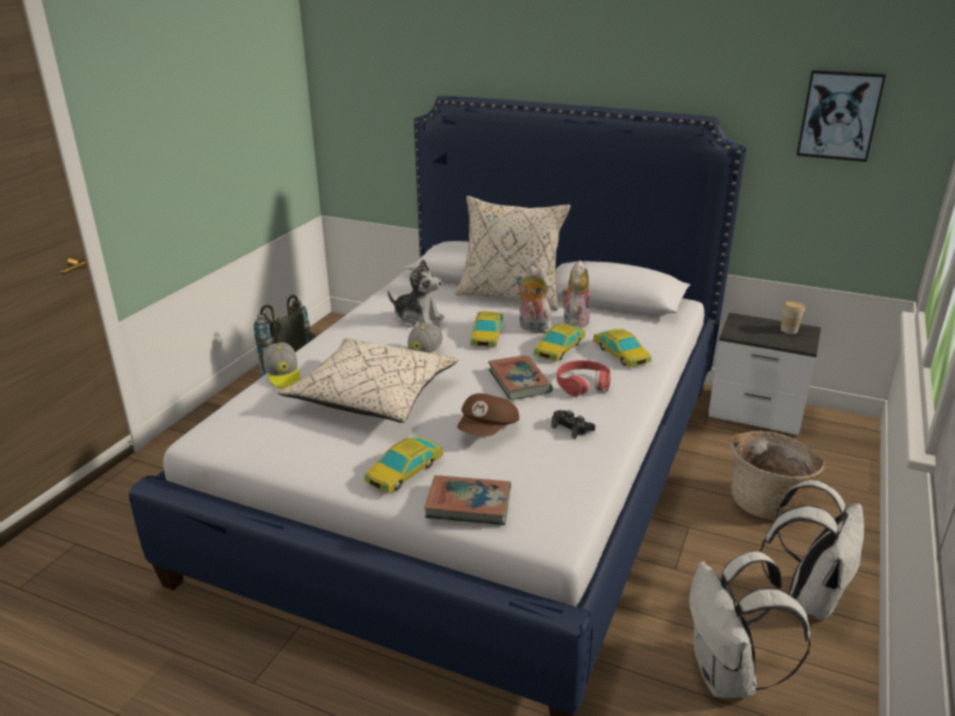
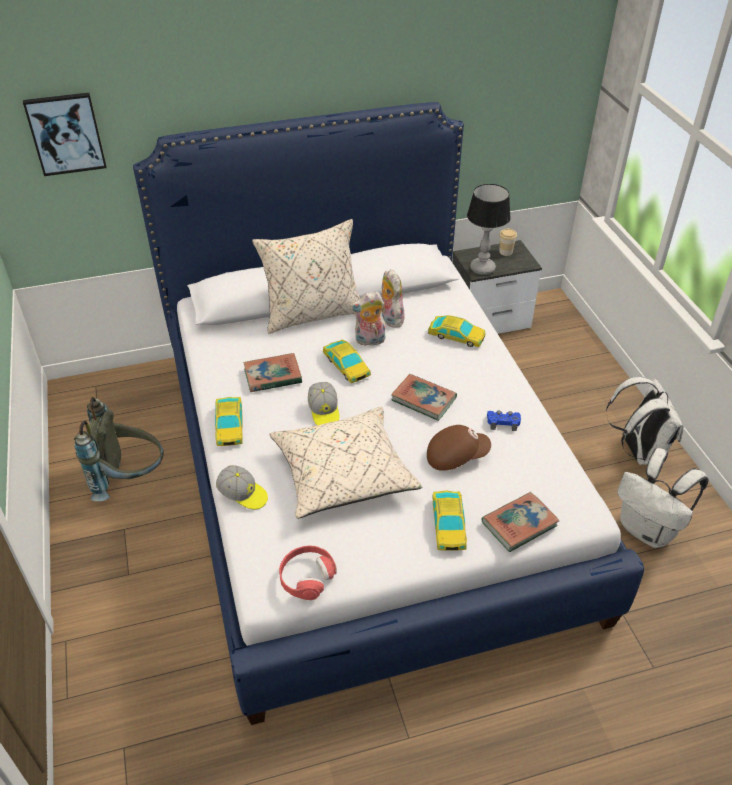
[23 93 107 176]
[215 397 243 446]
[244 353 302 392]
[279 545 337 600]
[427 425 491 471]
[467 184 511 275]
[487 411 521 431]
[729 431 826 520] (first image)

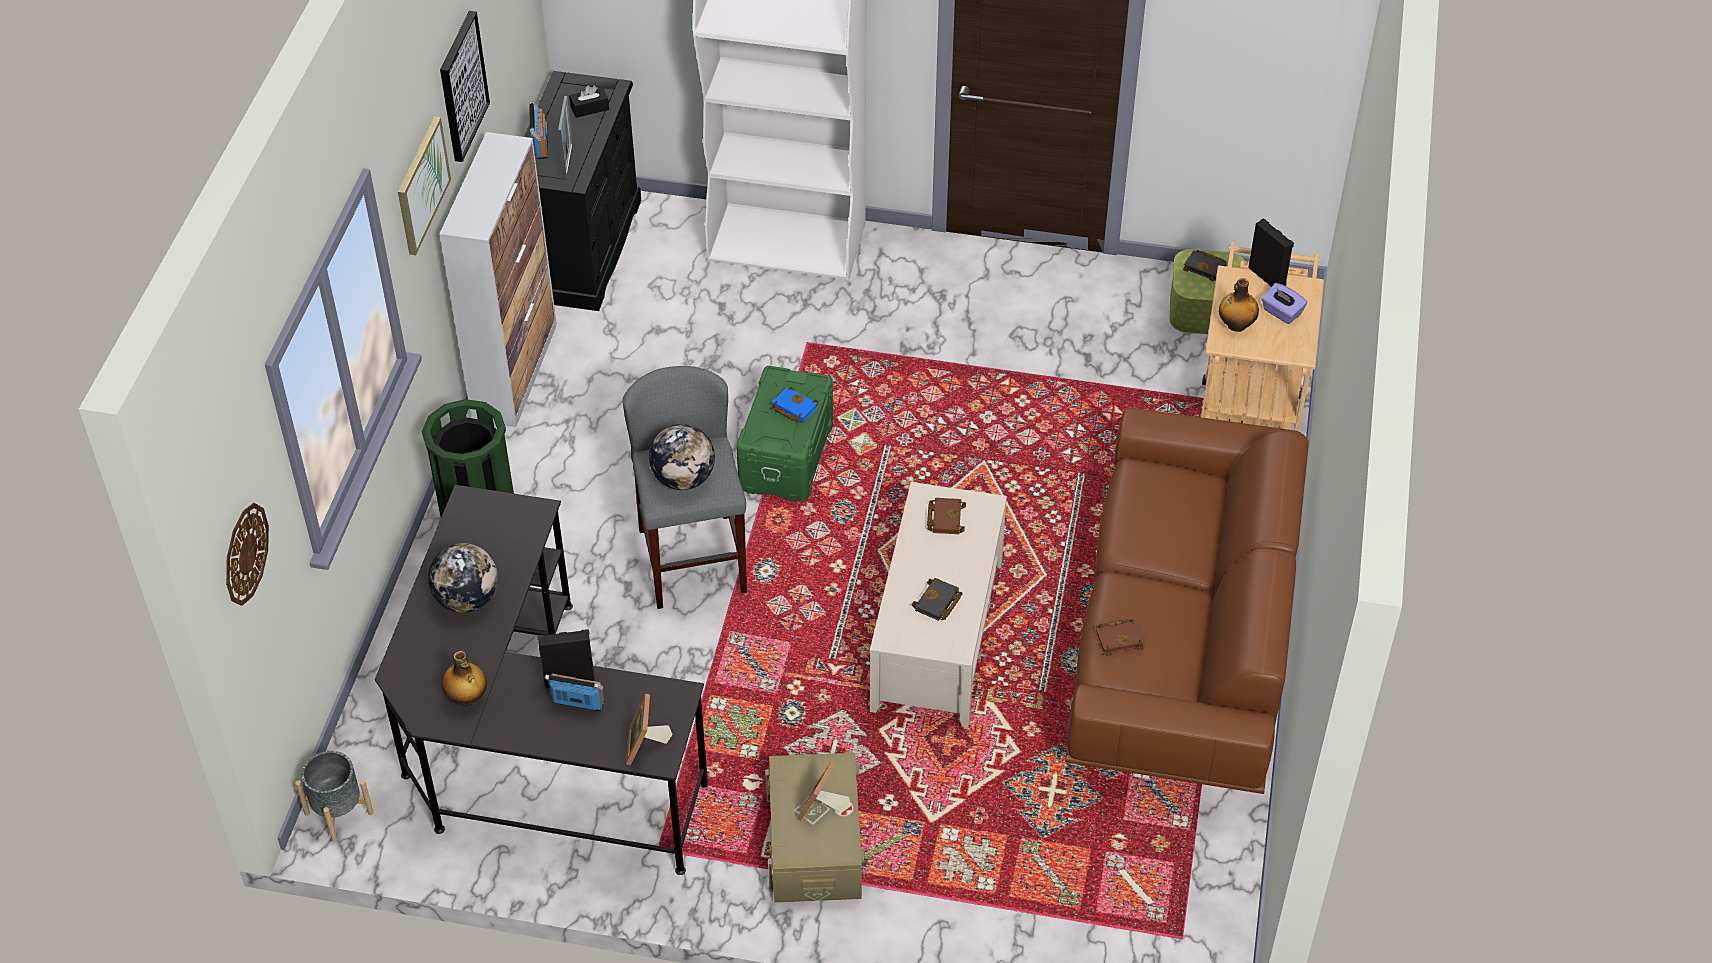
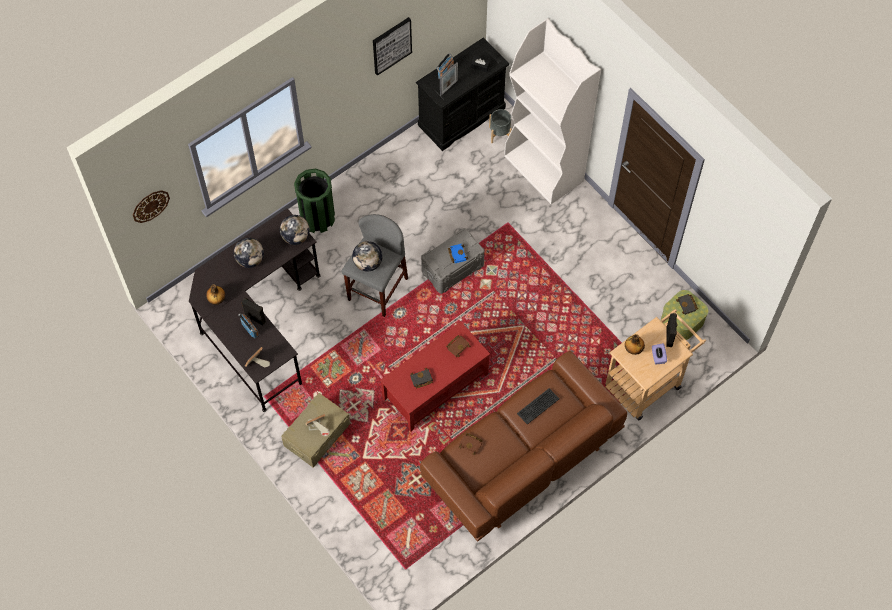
[280 215 310 245]
[380 322 490 432]
[421 228 484 294]
[489 109 512 143]
[517 388 559 424]
[398 116 451 255] (first image)
[440 132 557 427] (first image)

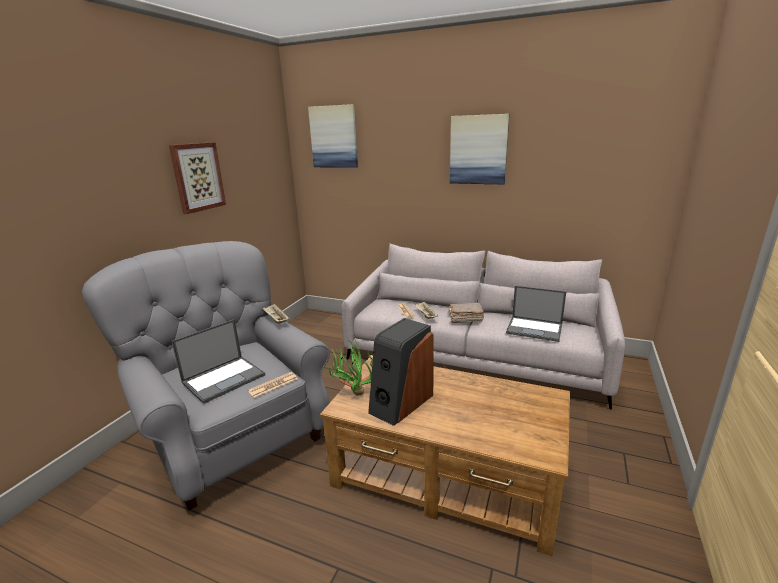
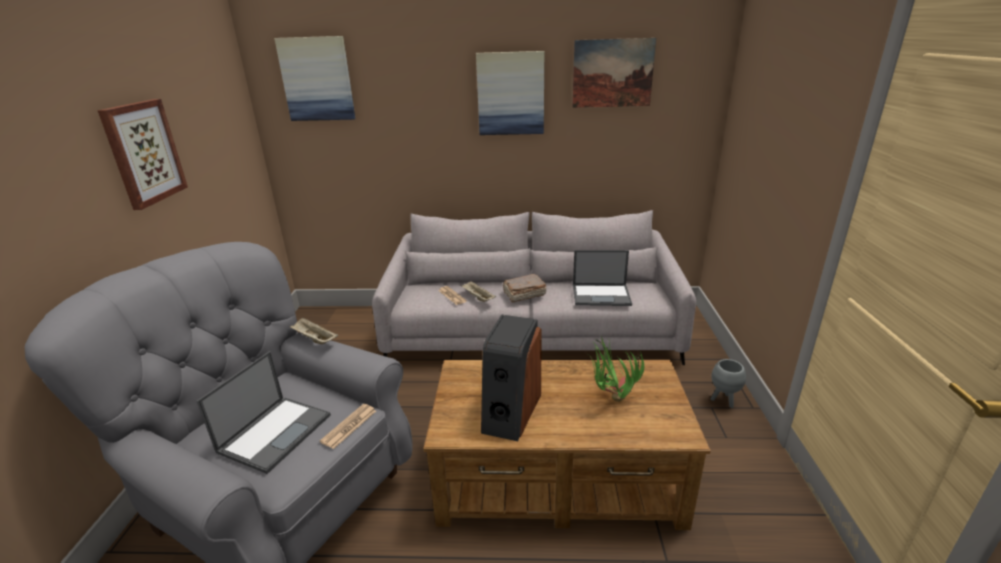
[572 38 656 108]
[588 336 644 402]
[711 359 746 408]

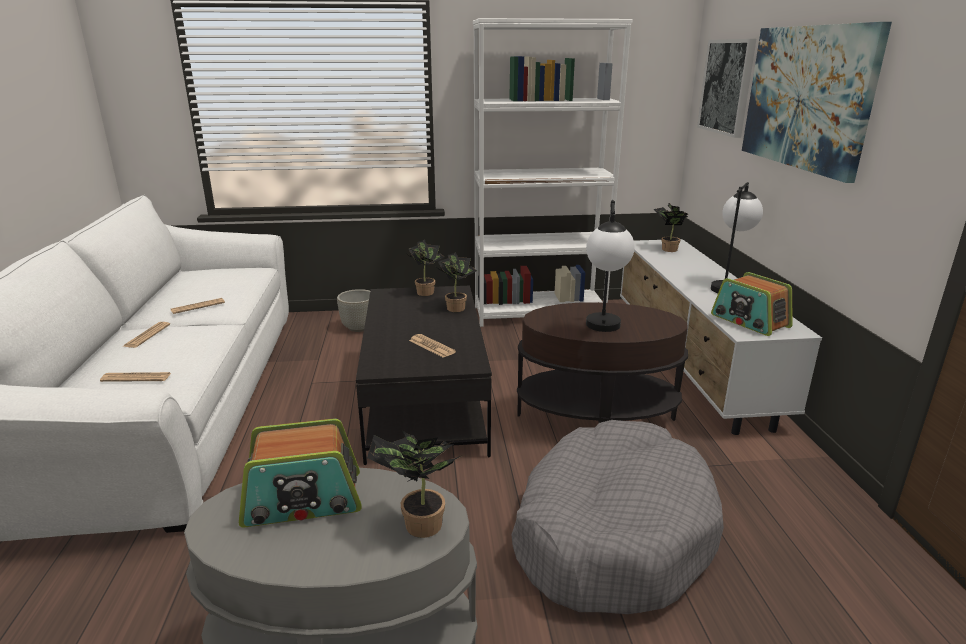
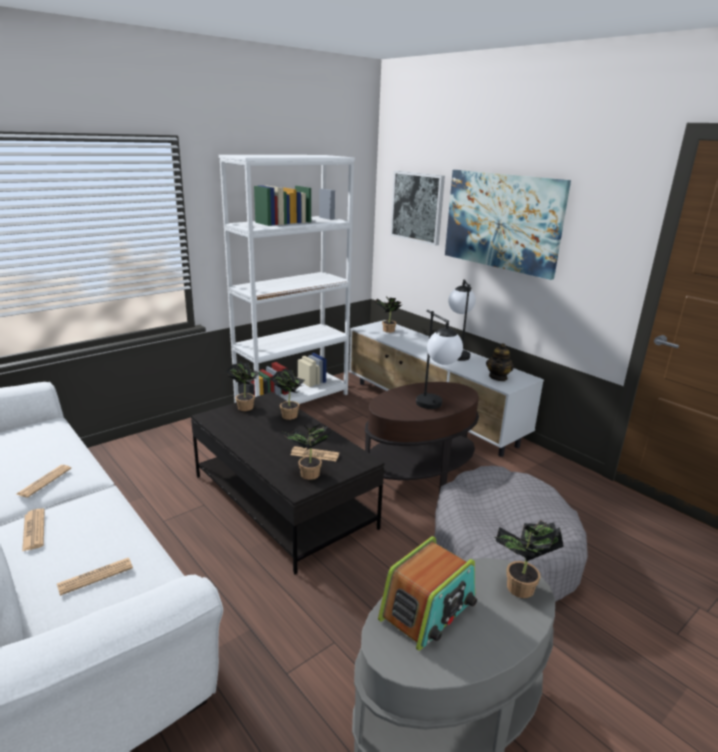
[283 424 333 480]
[486 343 514 381]
[337 289 370 332] (first image)

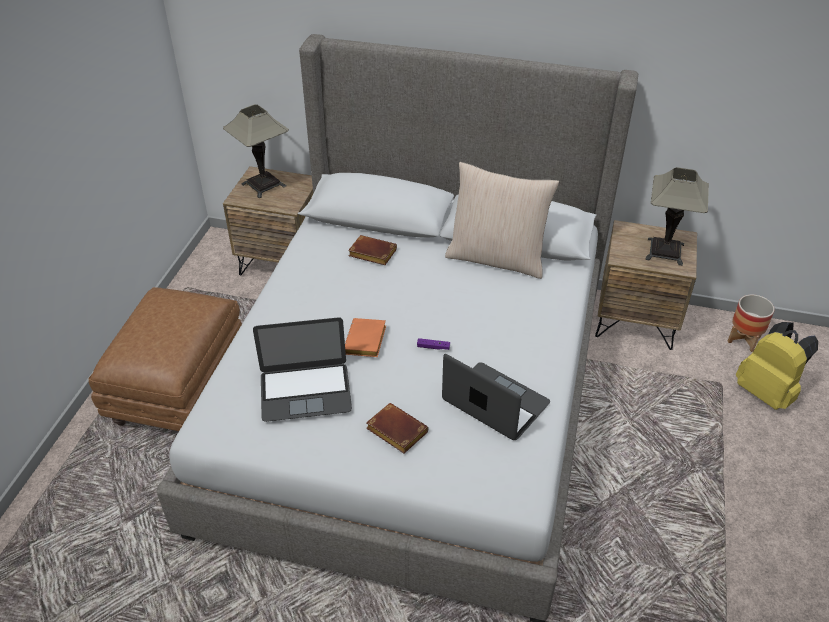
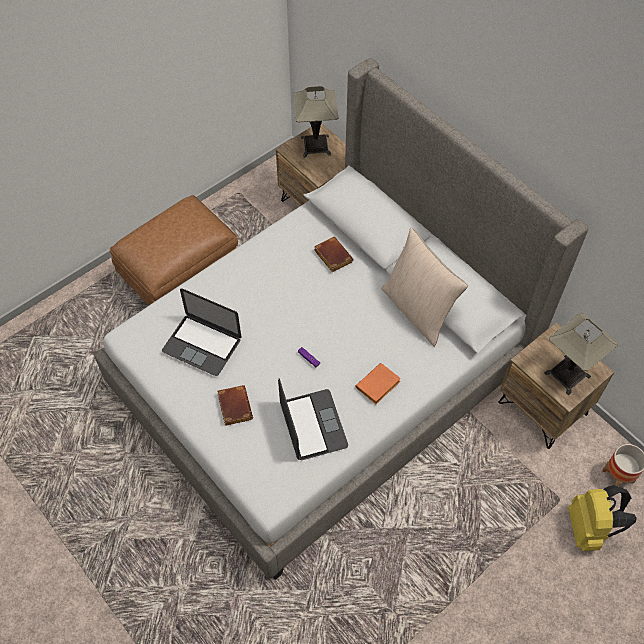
[356 363 401 404]

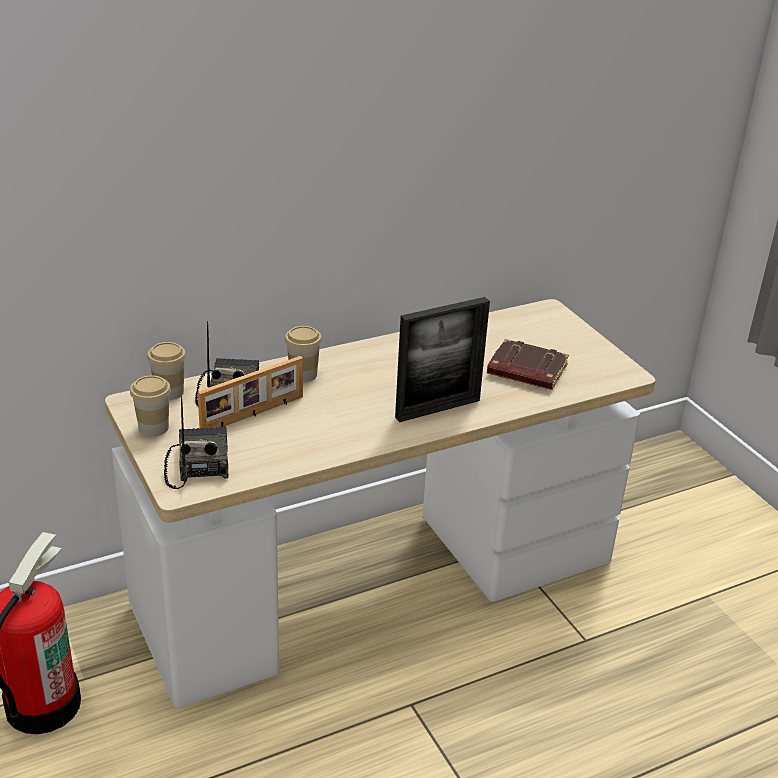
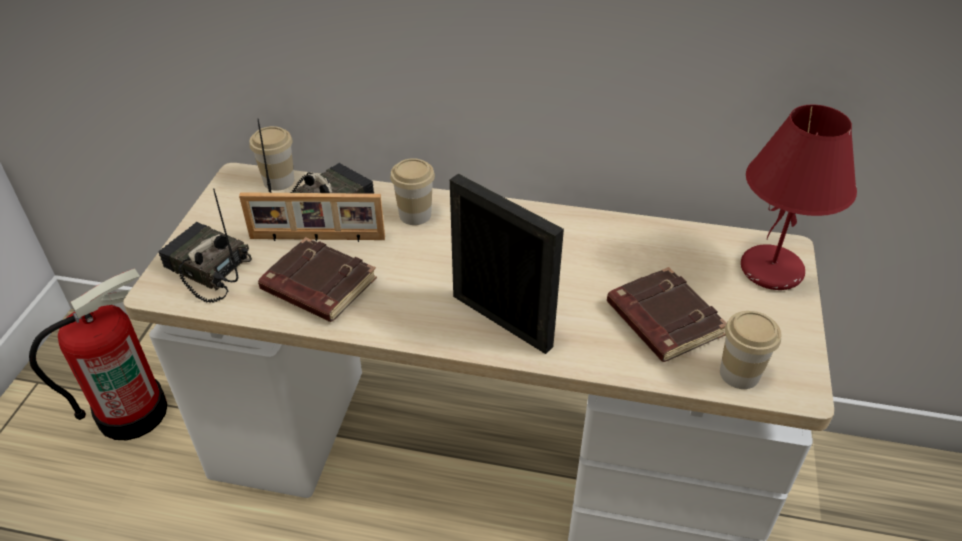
[158 188 252 303]
[258 237 377 322]
[450 174 564 354]
[720 311 781 389]
[741 105 857 290]

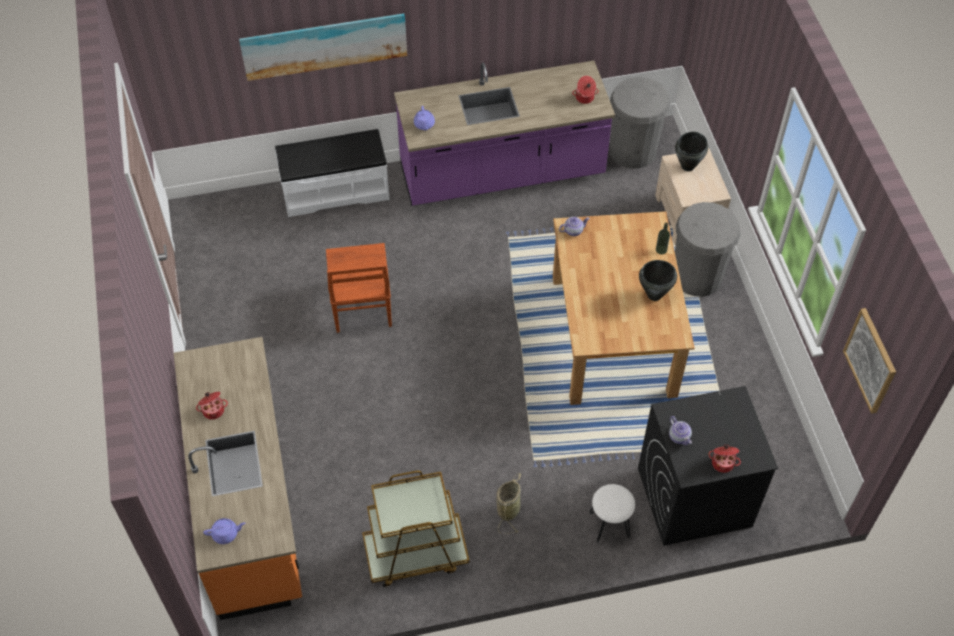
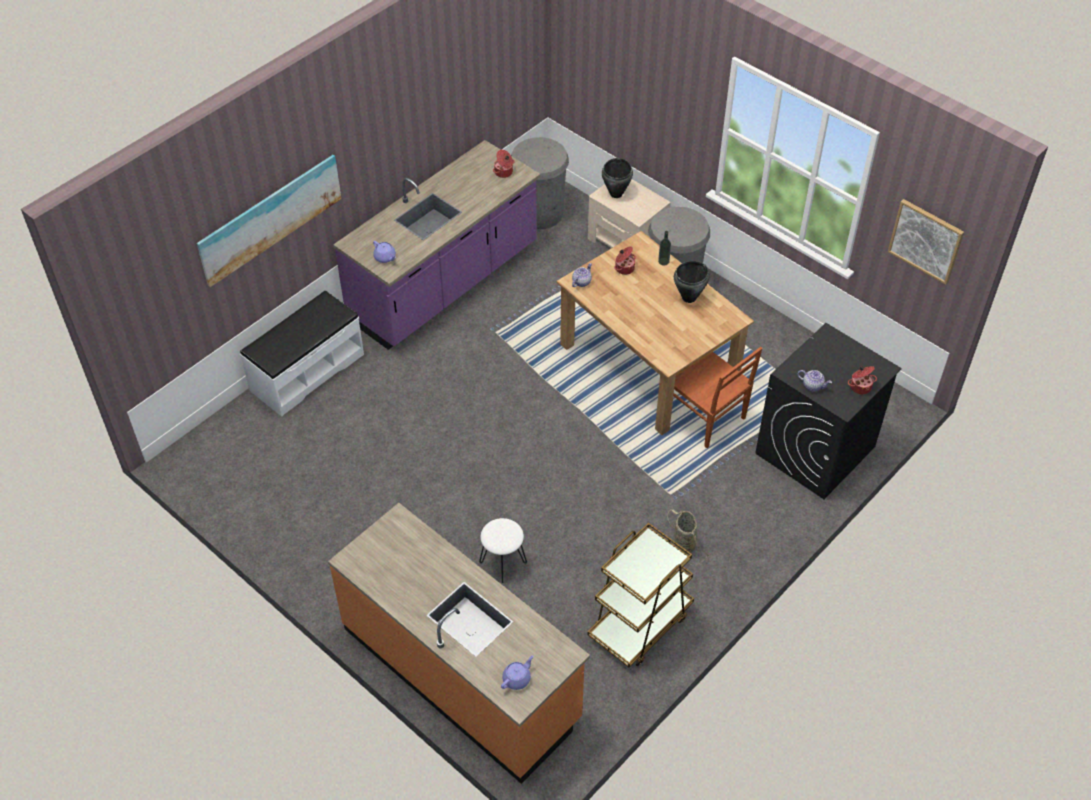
[479 518 527 584]
[614 246 636 275]
[673 347 762 448]

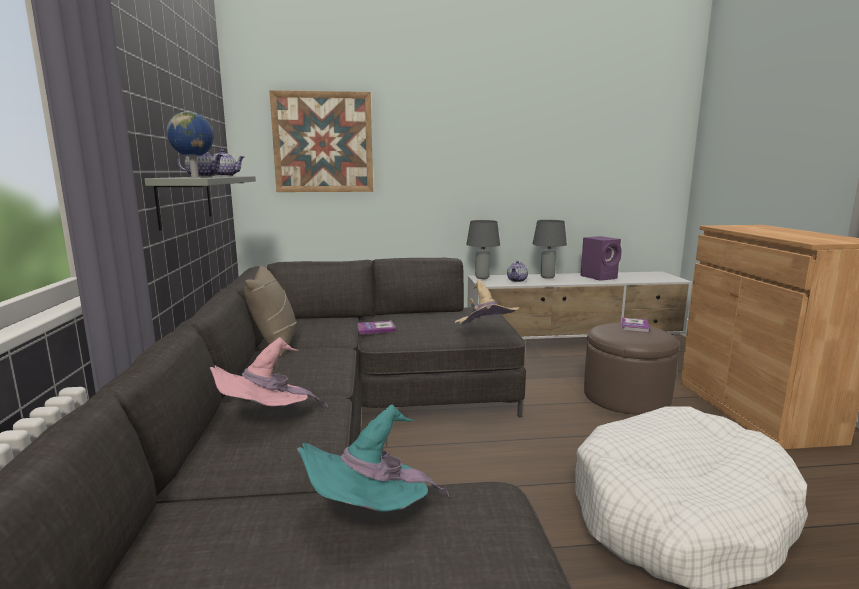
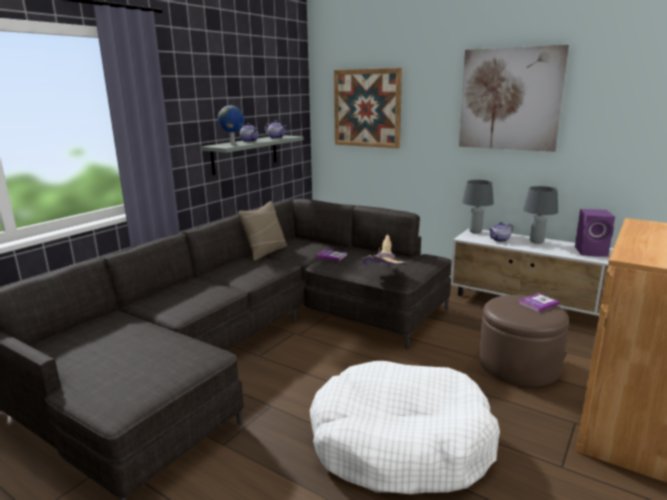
[459 45 569 152]
[210 337 328 408] (first image)
[297 404 450 512] (first image)

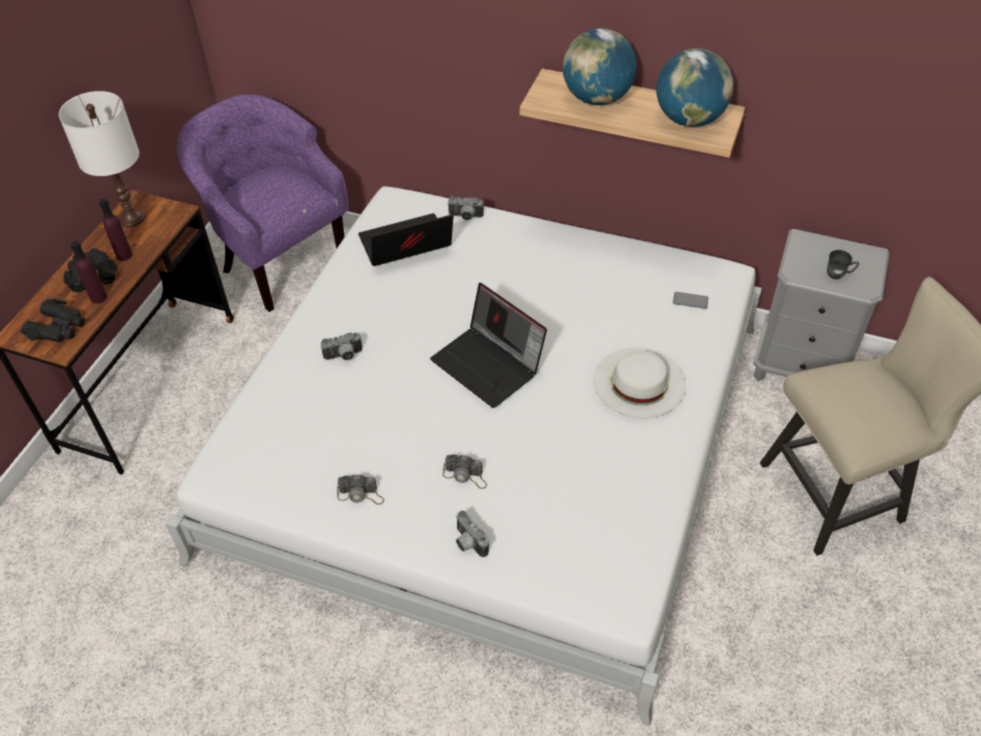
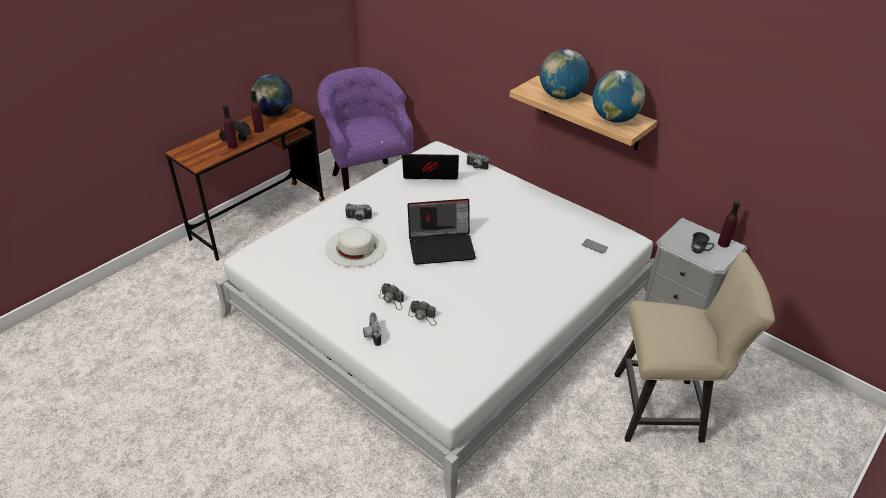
[251 74 293 117]
[326 227 387 267]
[408 199 476 265]
[408 301 437 326]
[718 201 740 248]
[20 299 85 342] (first image)

